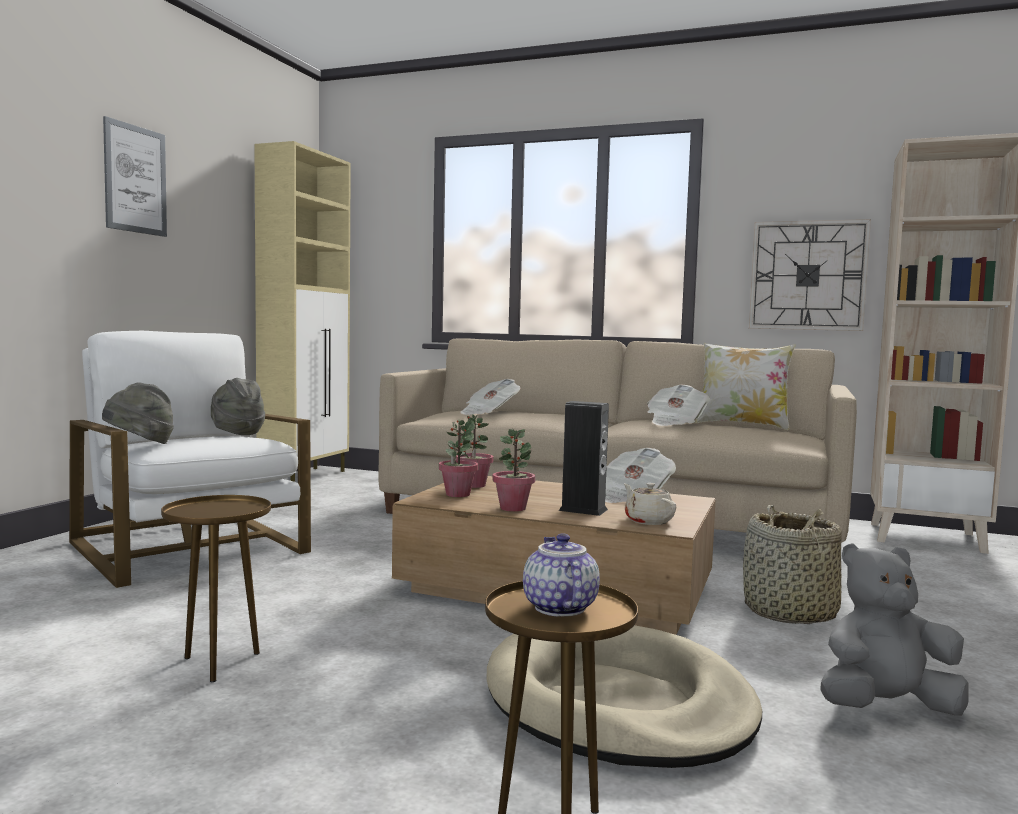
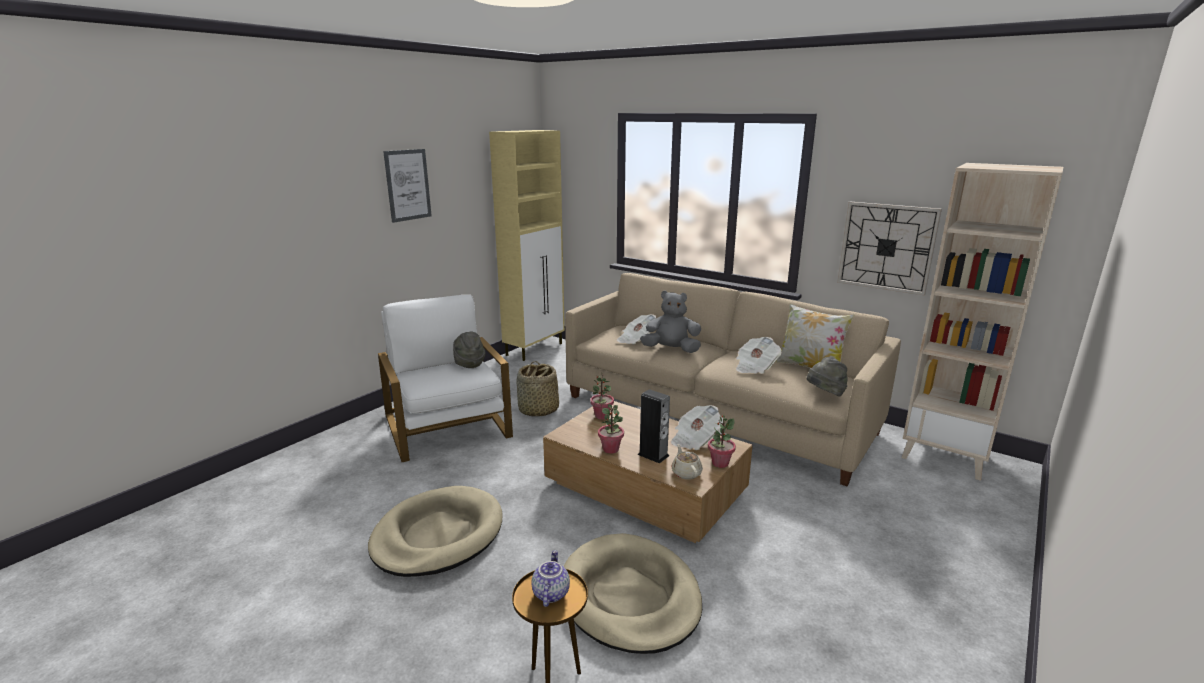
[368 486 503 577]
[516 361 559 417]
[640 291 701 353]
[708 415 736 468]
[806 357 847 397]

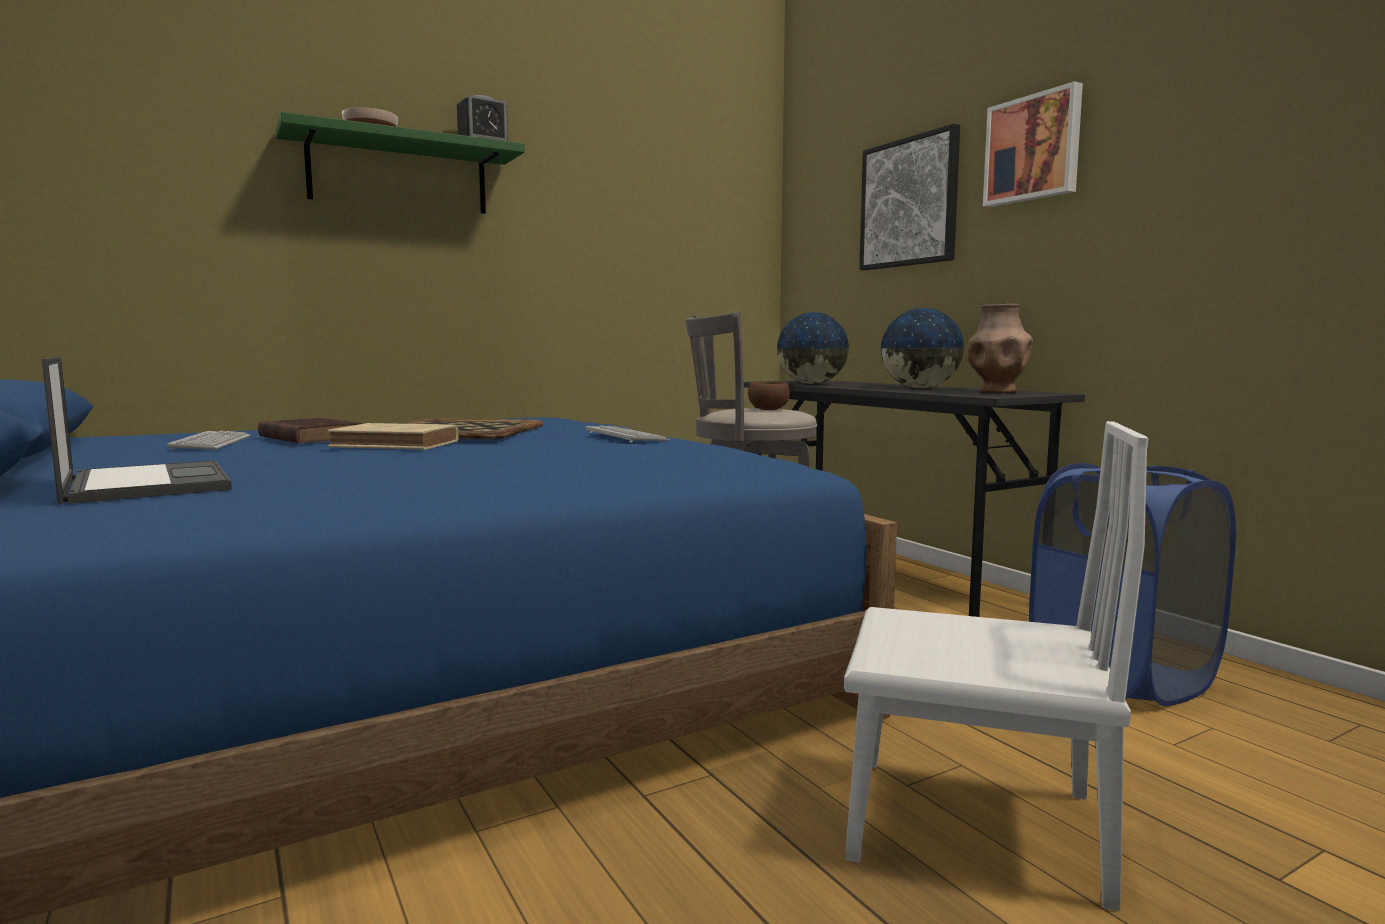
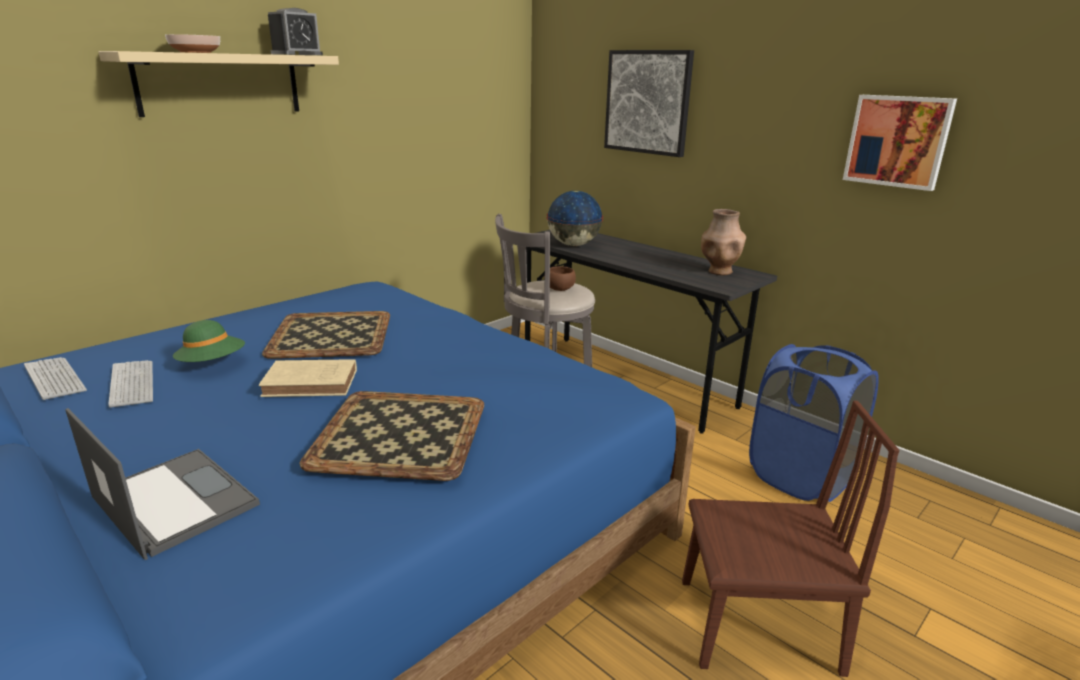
[24 357 87 400]
[98 51 339 117]
[173 320 245 362]
[300 391 484 481]
[682 401 900 677]
[843 95 957 191]
[881 308 964 389] (first image)

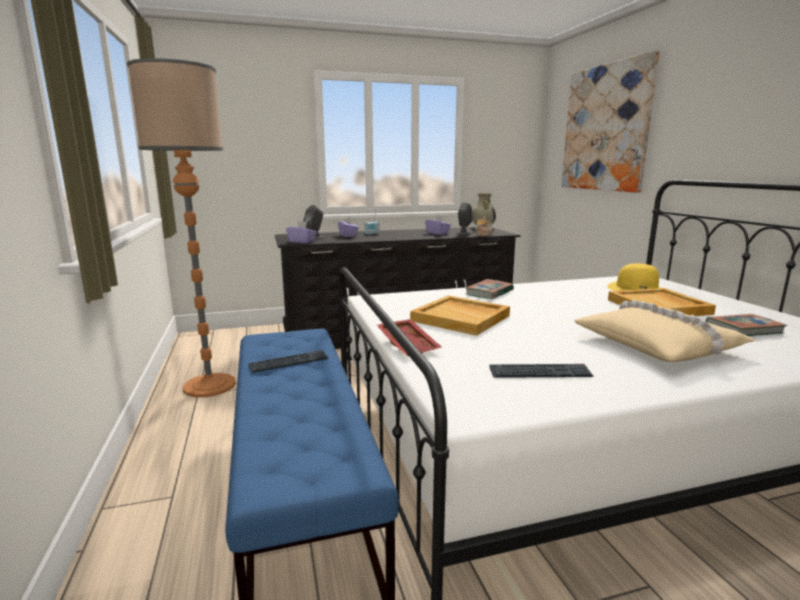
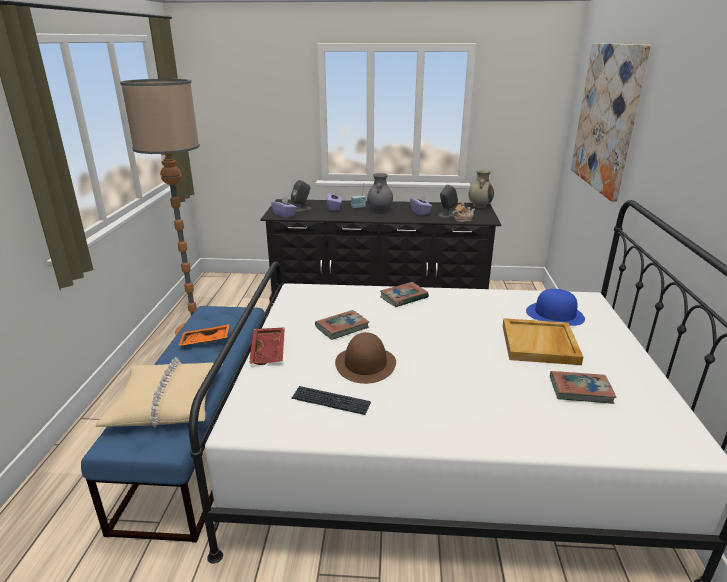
[96 357 223 427]
[178 324 230 346]
[315 310 369 340]
[335 332 396 384]
[367 173 393 212]
[526 289 585 326]

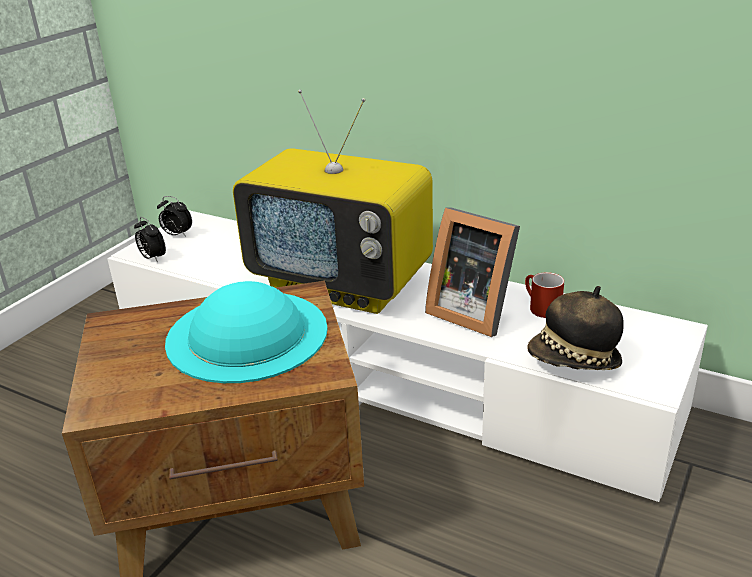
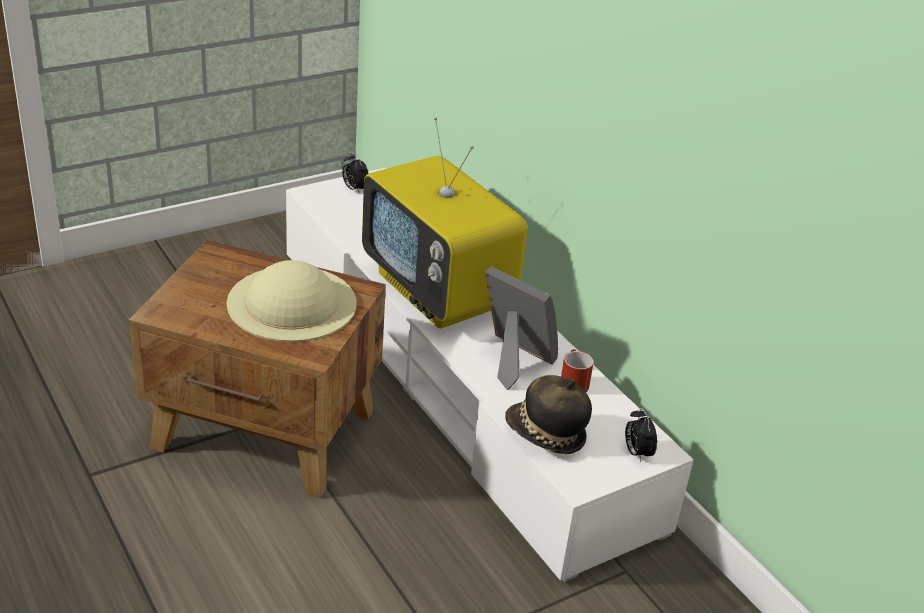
[227 260 357 342]
[485 266 558 390]
[625 408 657 463]

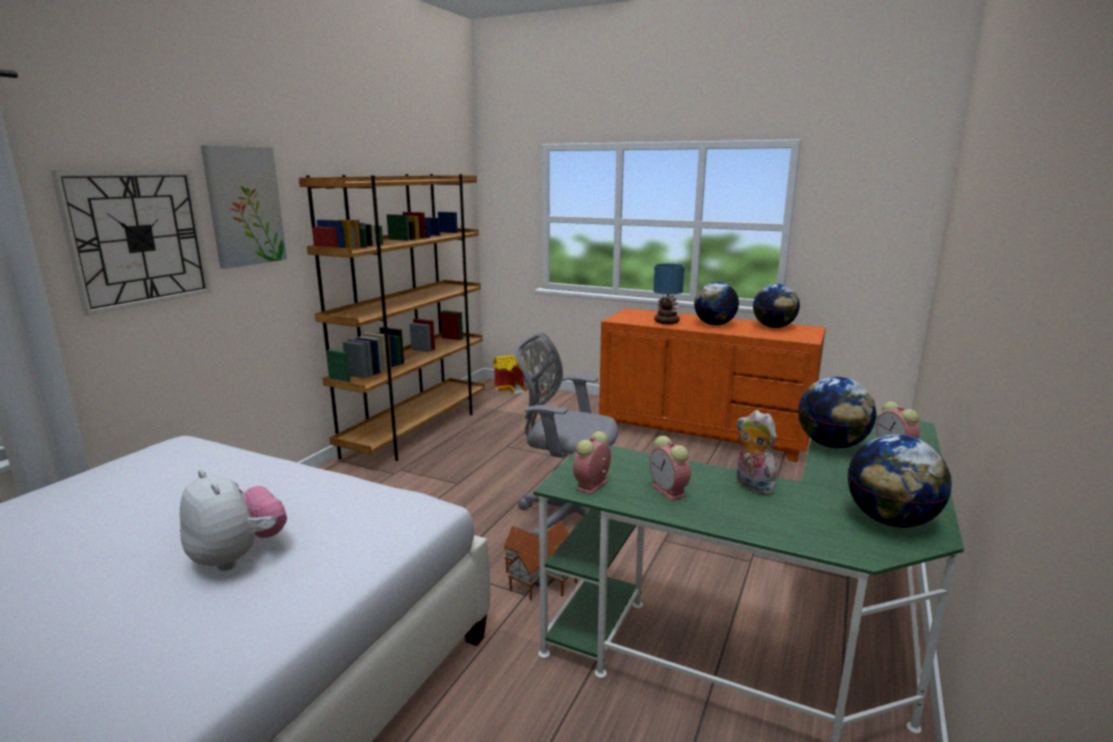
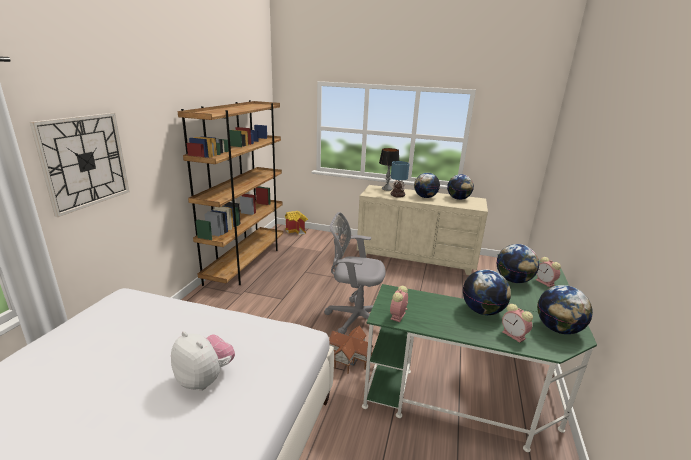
[357 185 488 275]
[379 148 399 191]
[463 270 511 315]
[502 304 533 343]
[201 145 287 269] (first image)

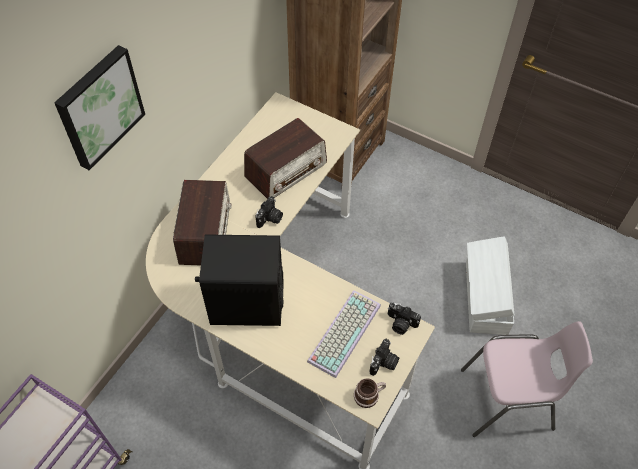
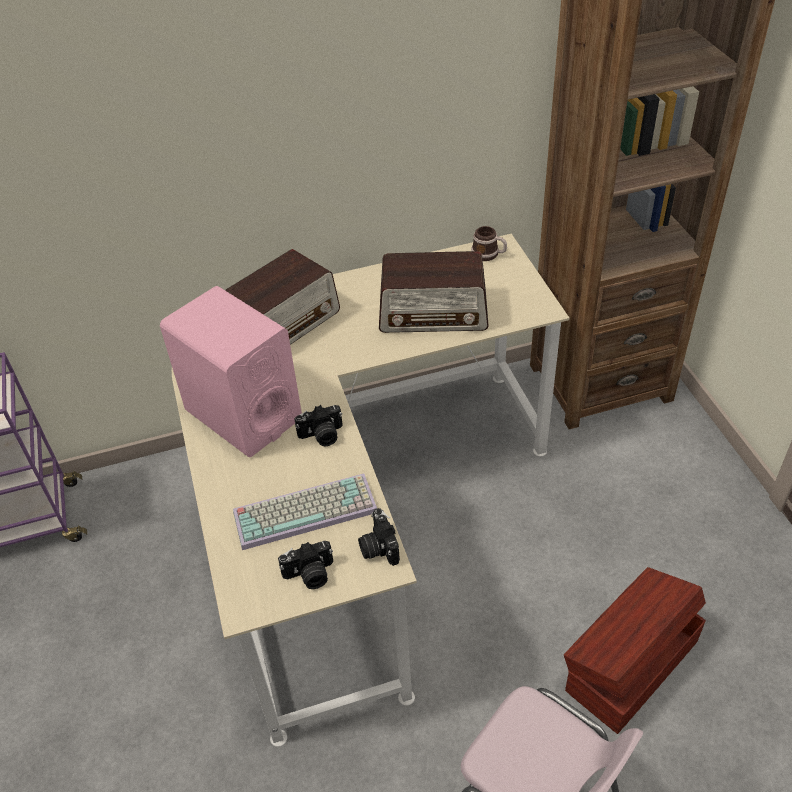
[160 286 302 457]
[294 405 343 446]
[471 226 507 261]
[564 567 706 734]
[54 45 145 170] (first image)

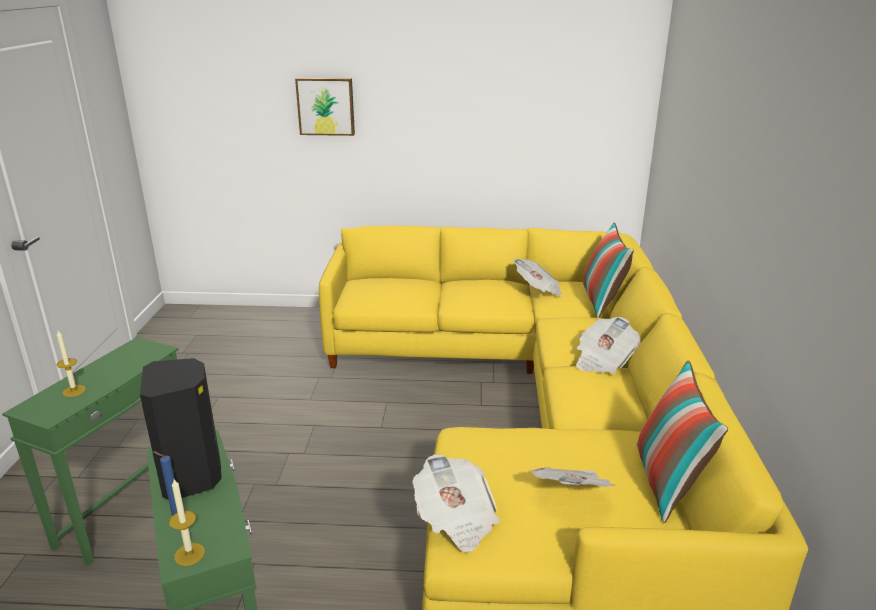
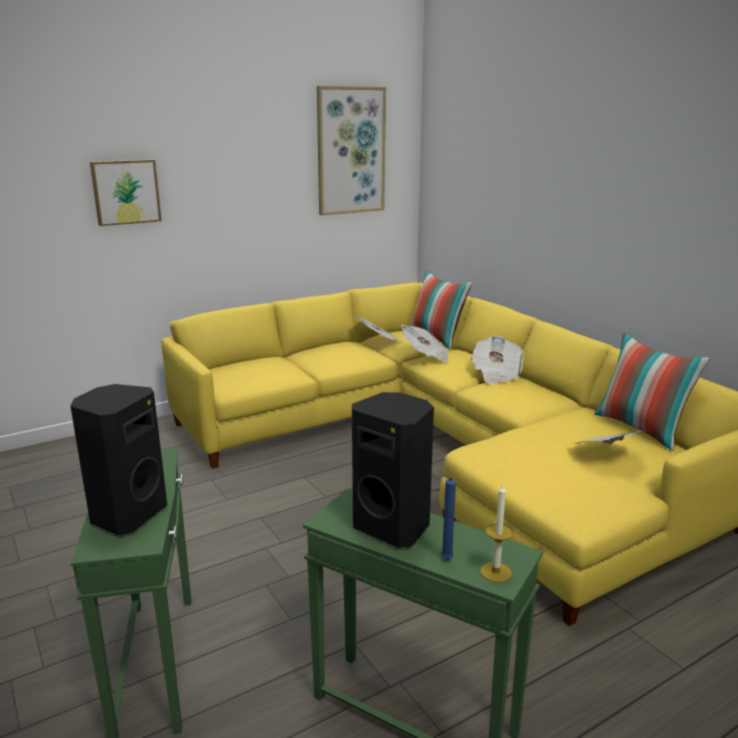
[71 384 167 535]
[317 86 386 216]
[401 325 449 362]

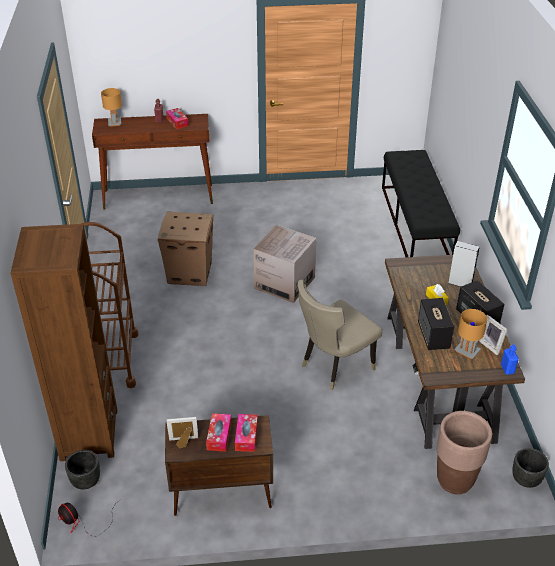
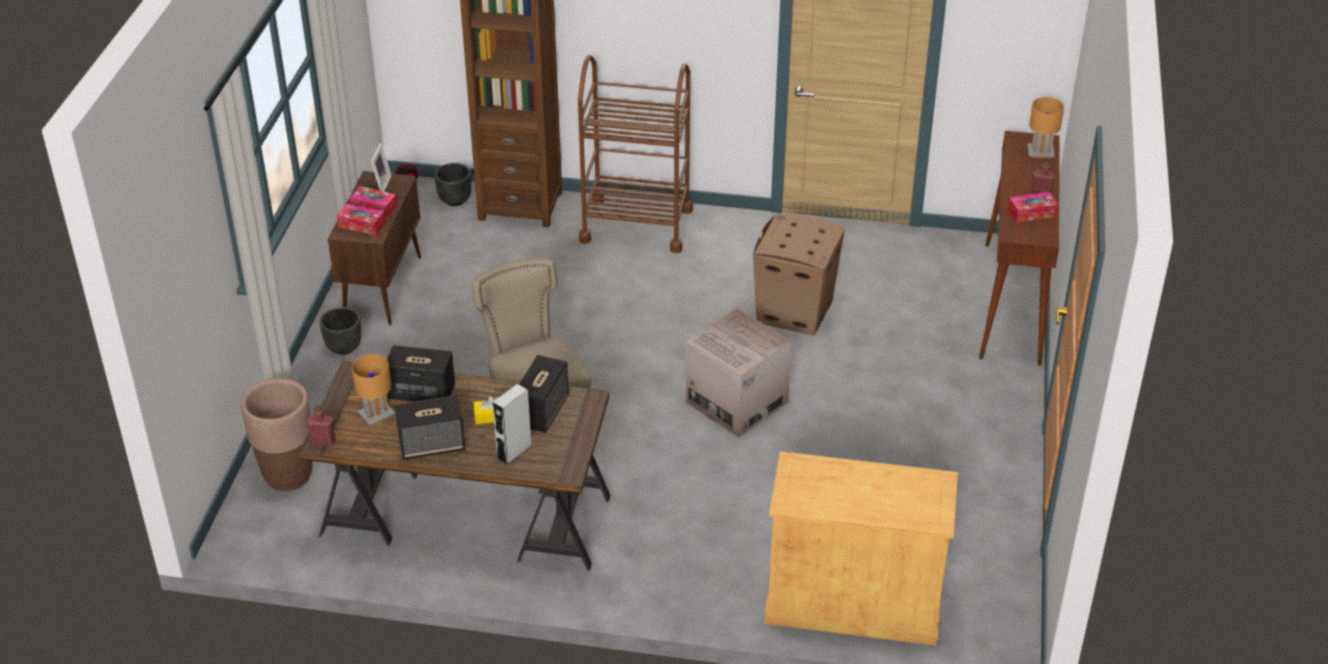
[307 406 335 446]
[320 307 361 355]
[519 355 569 433]
[764 451 958 646]
[478 315 508 355] (first image)

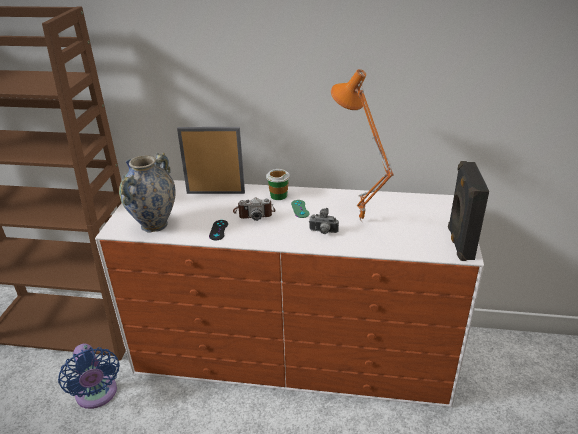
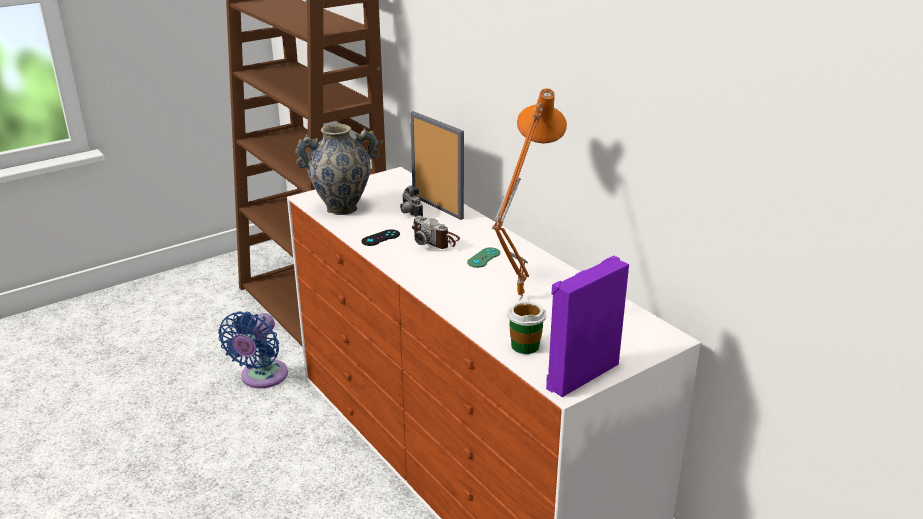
[400 185 423 218]
[507 301 546 354]
[546 256 629 397]

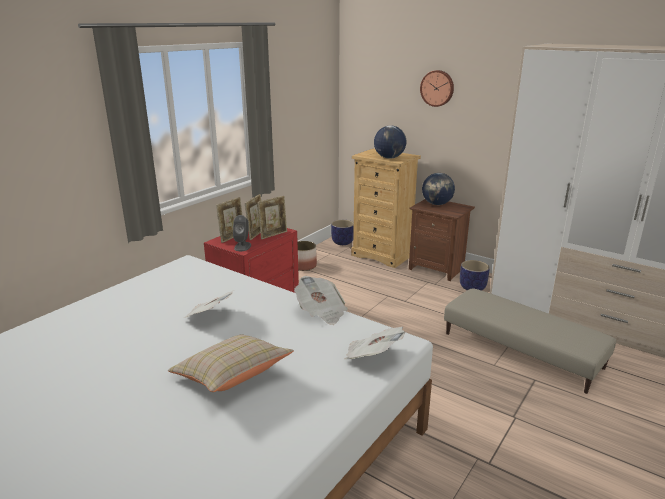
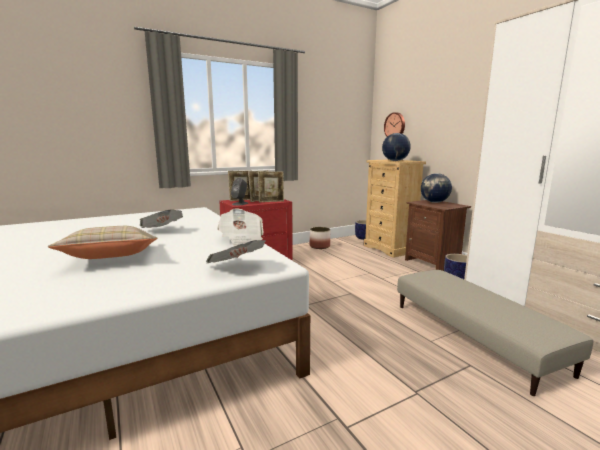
[384 112 405 137]

